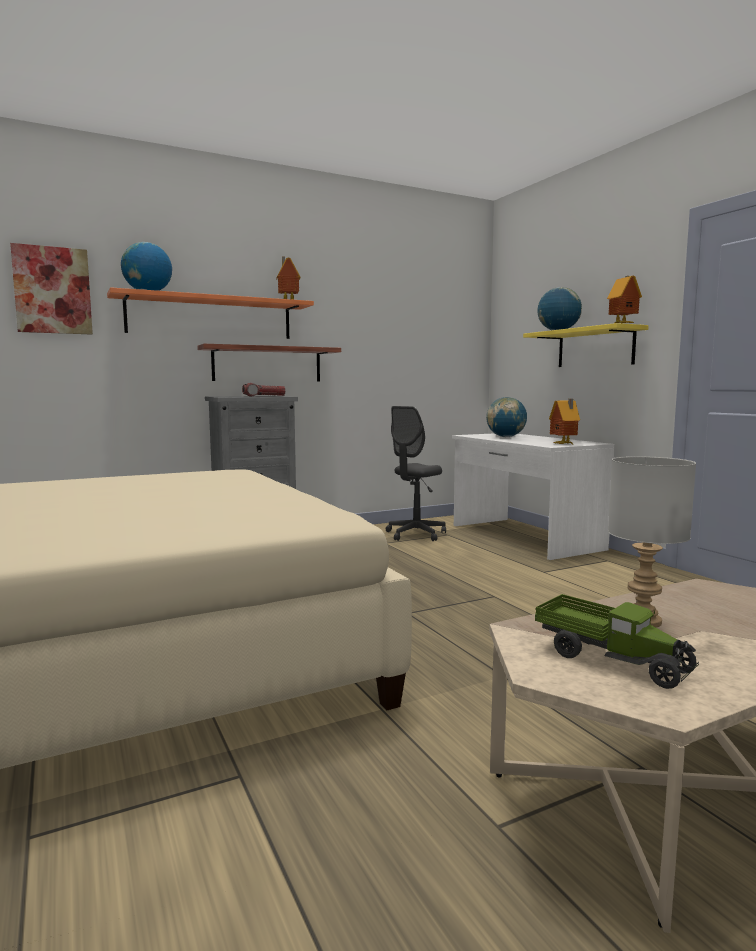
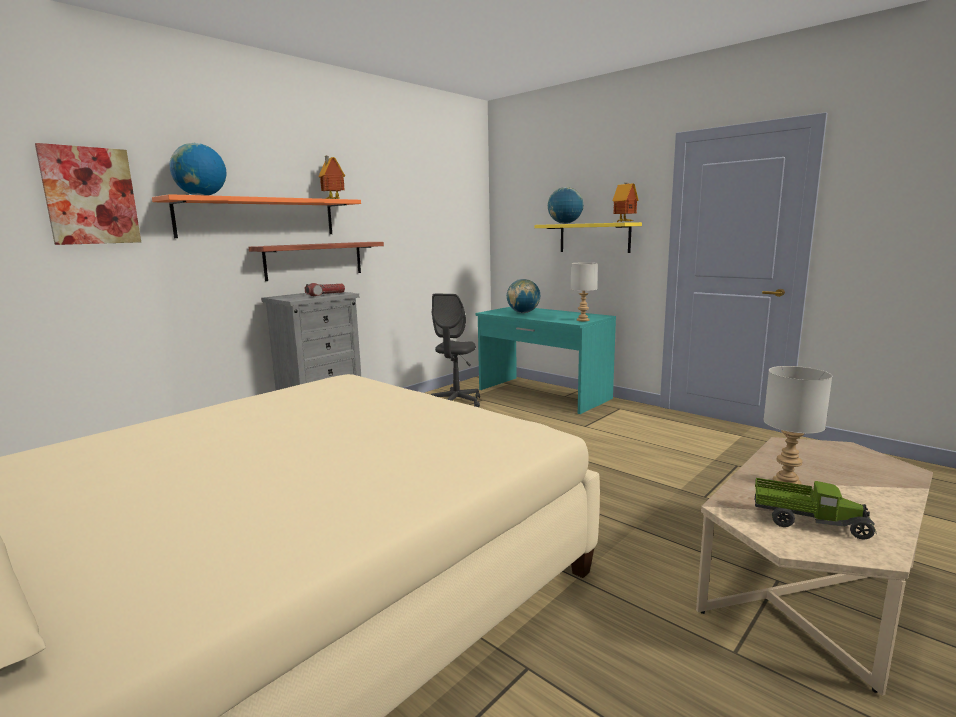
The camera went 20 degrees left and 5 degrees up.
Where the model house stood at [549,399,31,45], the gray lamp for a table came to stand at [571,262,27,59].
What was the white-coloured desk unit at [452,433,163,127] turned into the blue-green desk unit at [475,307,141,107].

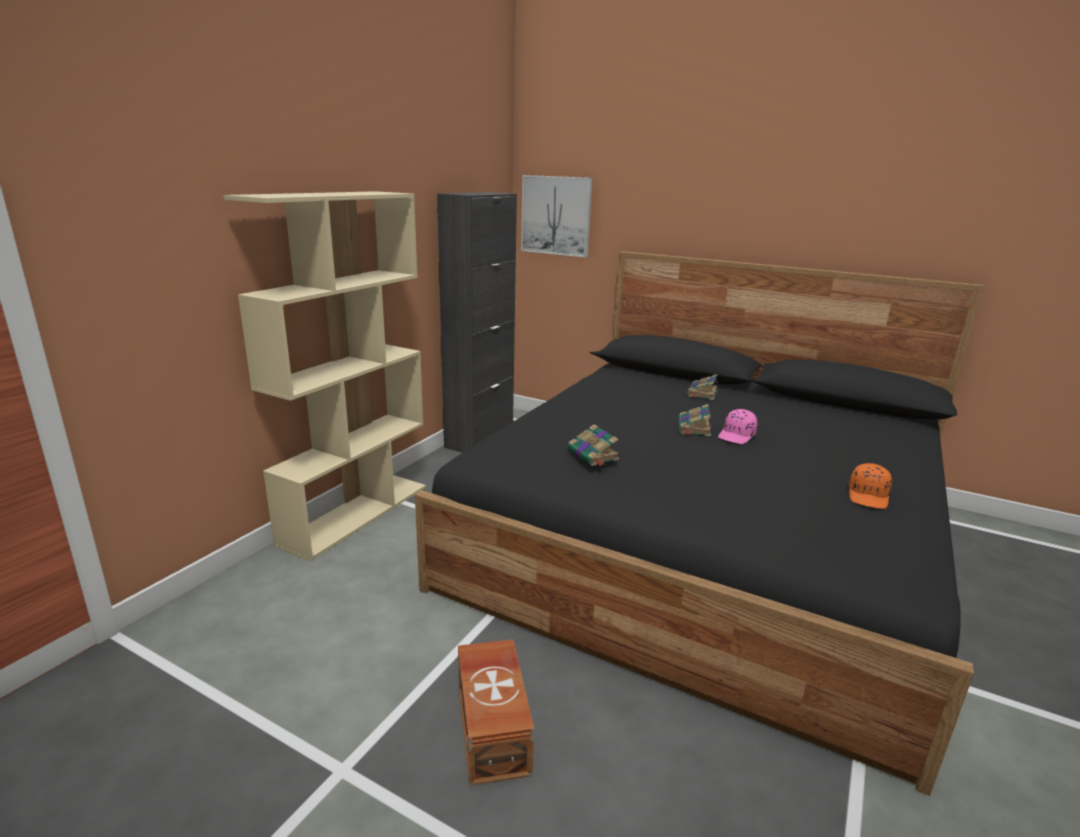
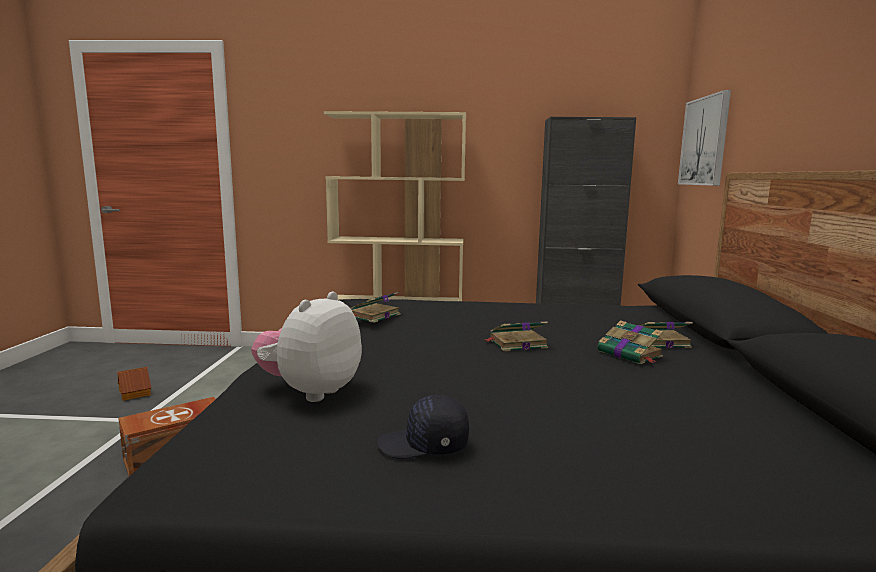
The camera went 65 degrees right and 10 degrees down.
The second view lost the pinkish peaked cap at [718,409,39,35].
What was the orangey peaked cap at [849,463,43,46] turned into the black peaked cap at [377,395,92,64].
The second view gained the cuddly toy at [251,291,111,111].
The second view gained the volume at [597,320,66,44].
The second view gained the model house at [117,367,34,34].

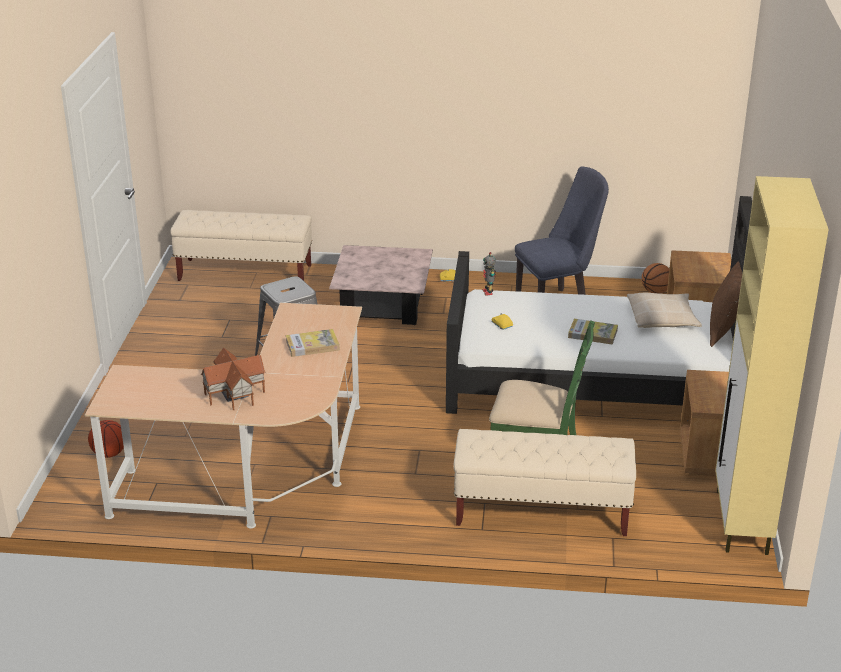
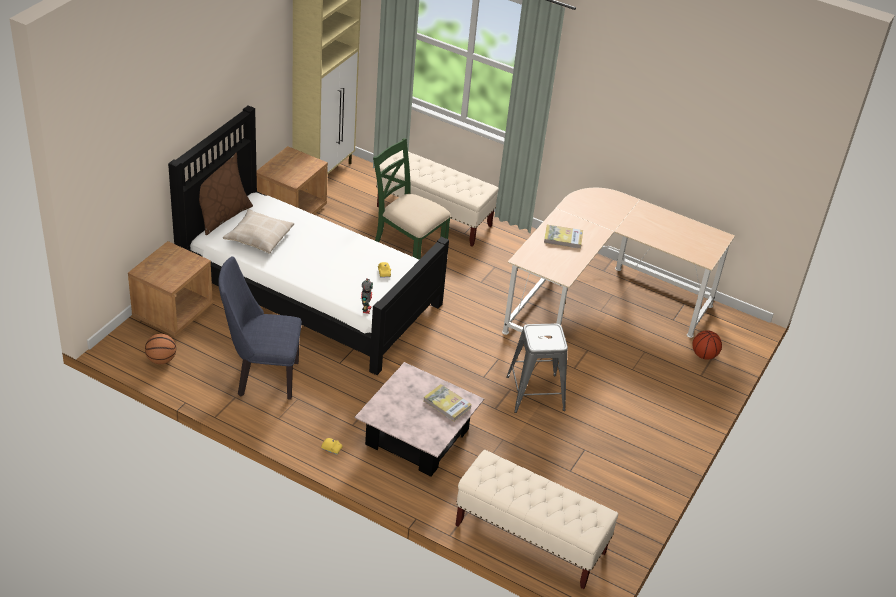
The camera went 160 degrees left and 10 degrees up.
The volume ended up elsewhere, having gone from [568,319,50,25] to [424,384,47,38].
The second view lost the model house at [201,348,65,62].

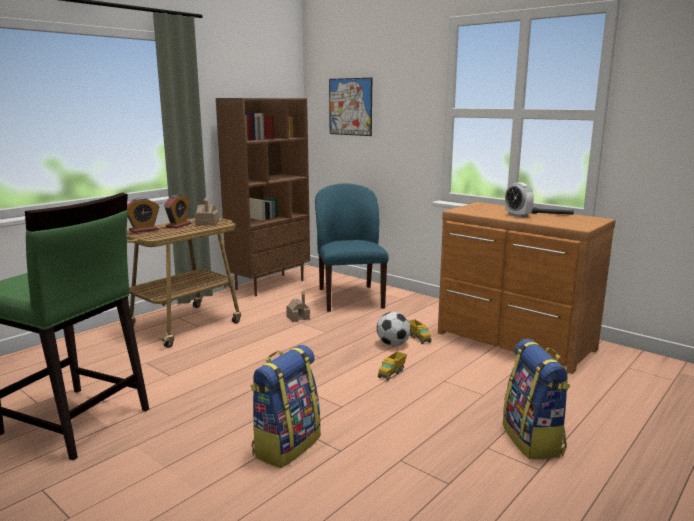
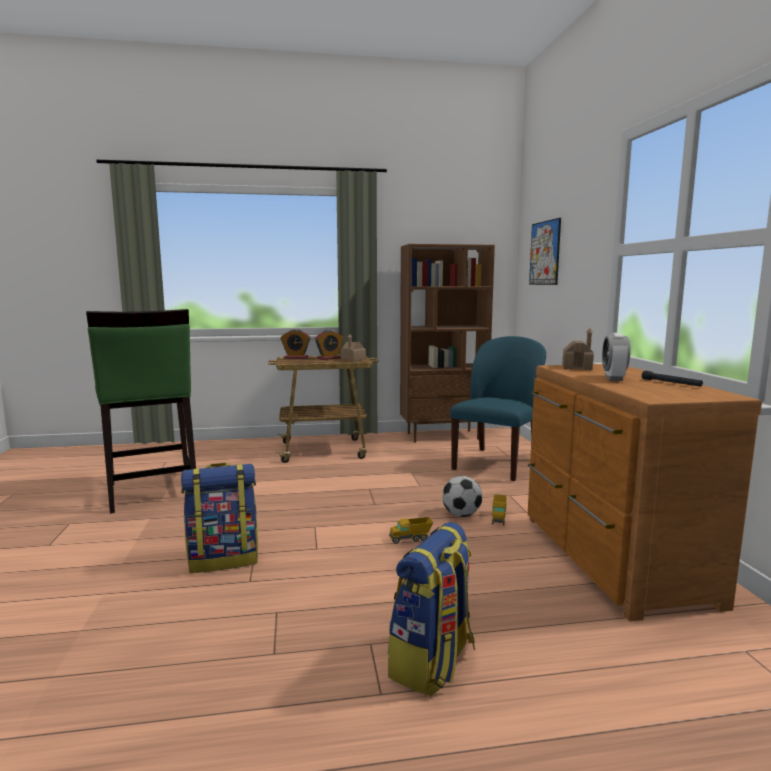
The camera went 40 degrees right and 5 degrees down.
The model house ended up elsewhere, having gone from [286,291,24,31] to [562,328,32,42].

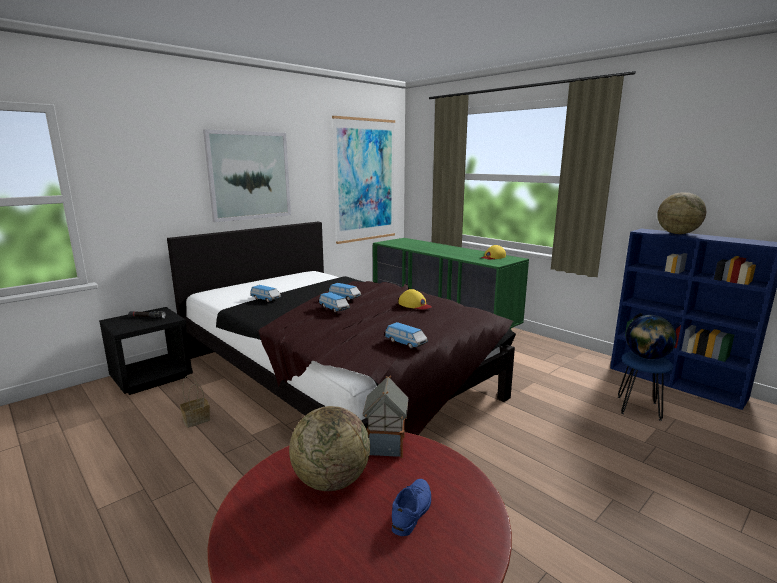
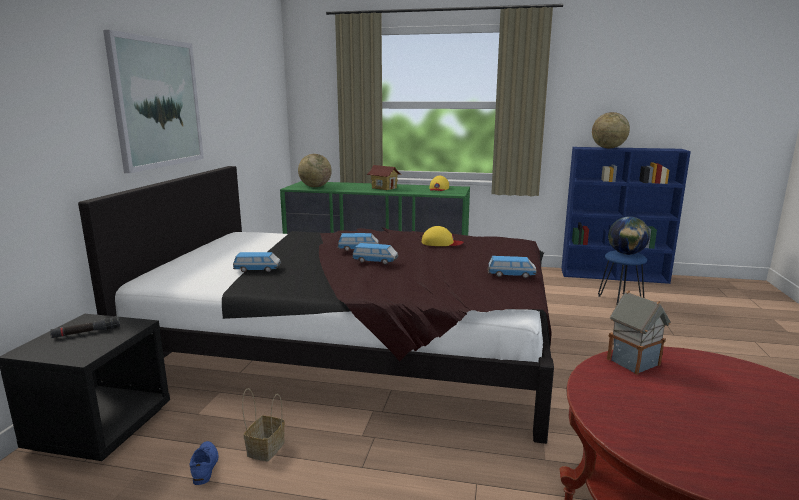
The camera went 35 degrees left and 0 degrees up.
The second view lost the wall picture at [332,116,63,128].
The world globe ended up elsewhere, having gone from [289,406,81,85] to [298,154,34,33].
The bluish item of footwear ended up elsewhere, having gone from [392,479,39,57] to [190,441,29,44].
The second view gained the model house at [367,165,34,25].

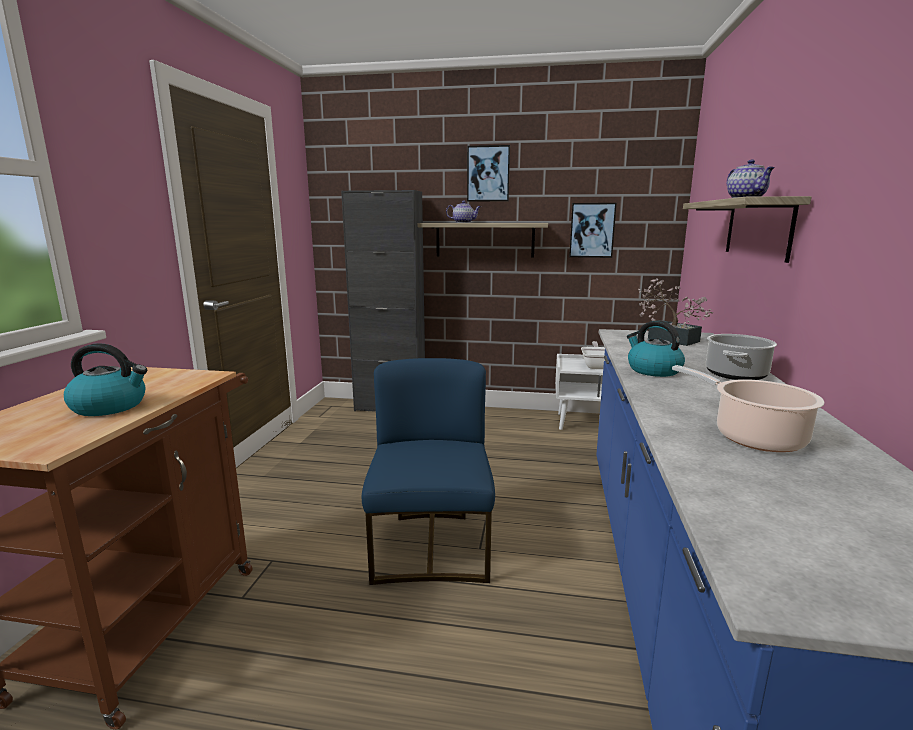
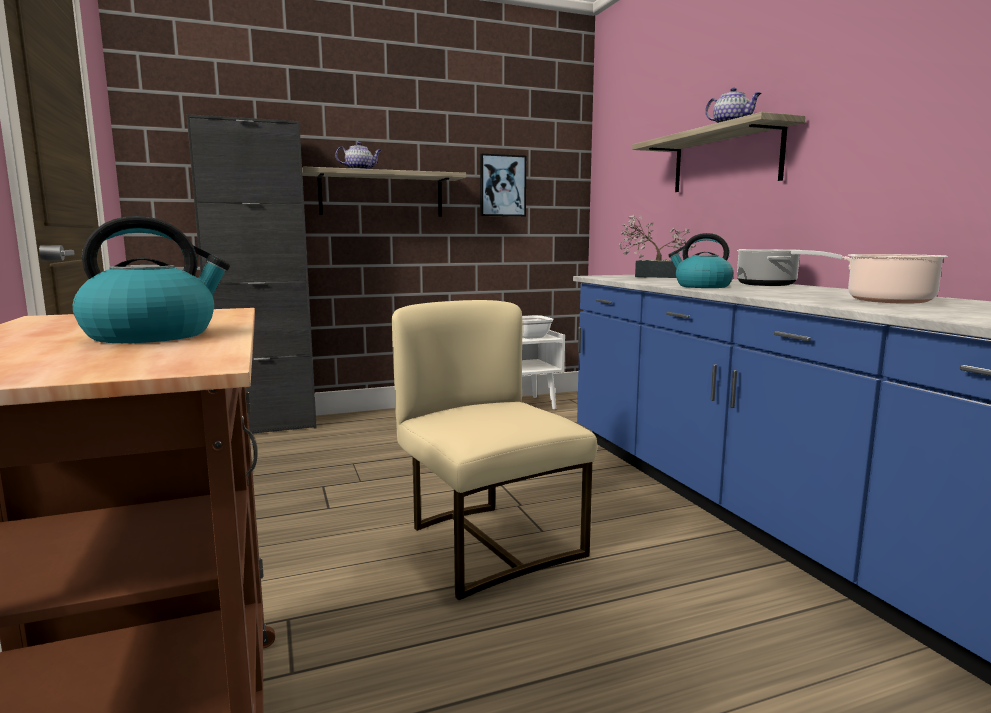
The camera went 30 degrees left and 5 degrees down.
The second view lost the wall picture at [467,145,43,57].
What was the bluish upright chair at [362,358,133,227] turned into the beige upright chair at [392,300,205,300].

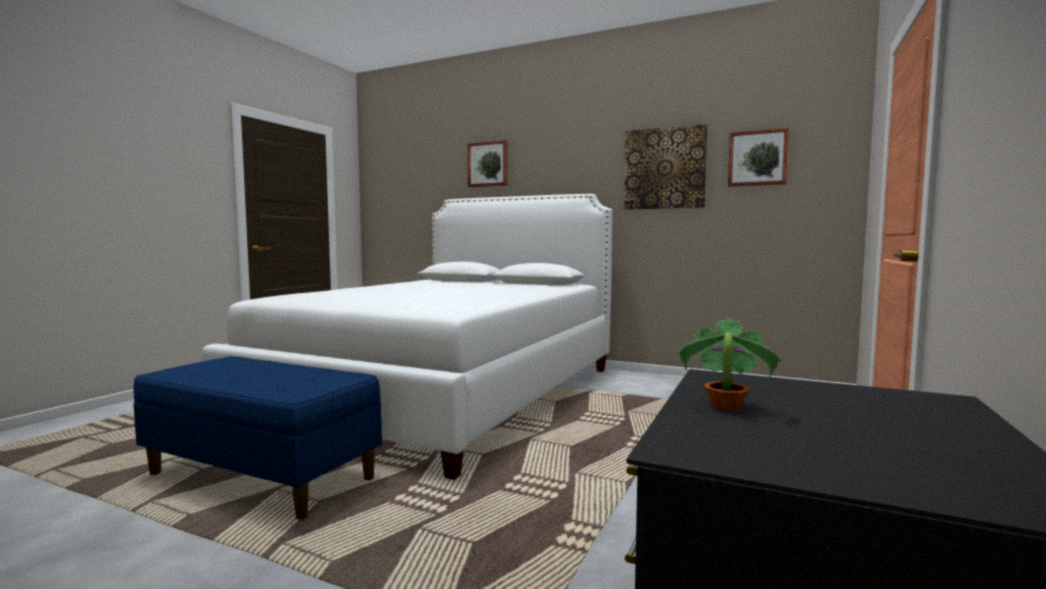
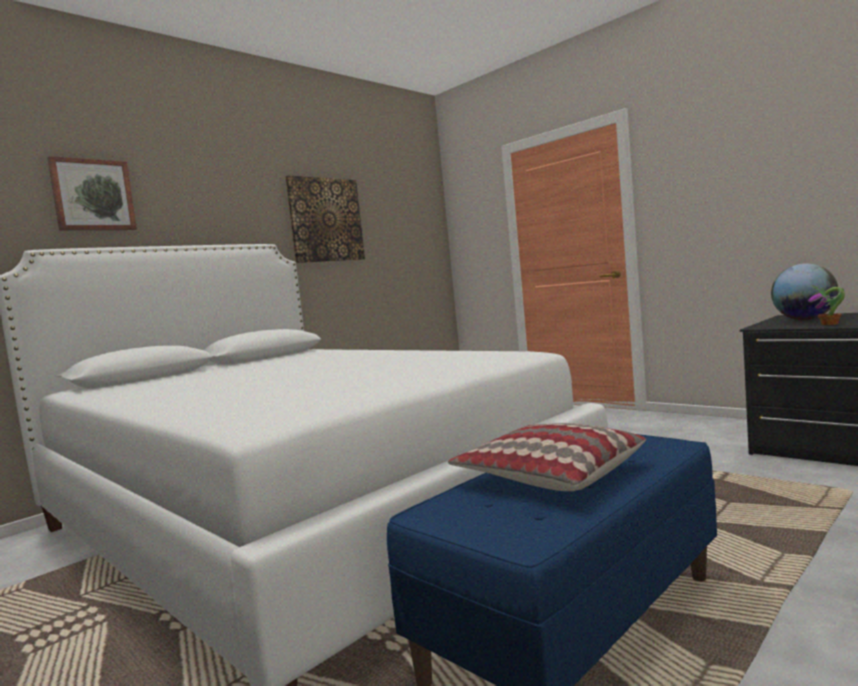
The camera went 70 degrees left and 0 degrees up.
The second view lost the wall picture at [728,128,61,59].
The second view gained the world globe at [771,263,67,57].
The second view gained the pillow at [448,423,198,68].

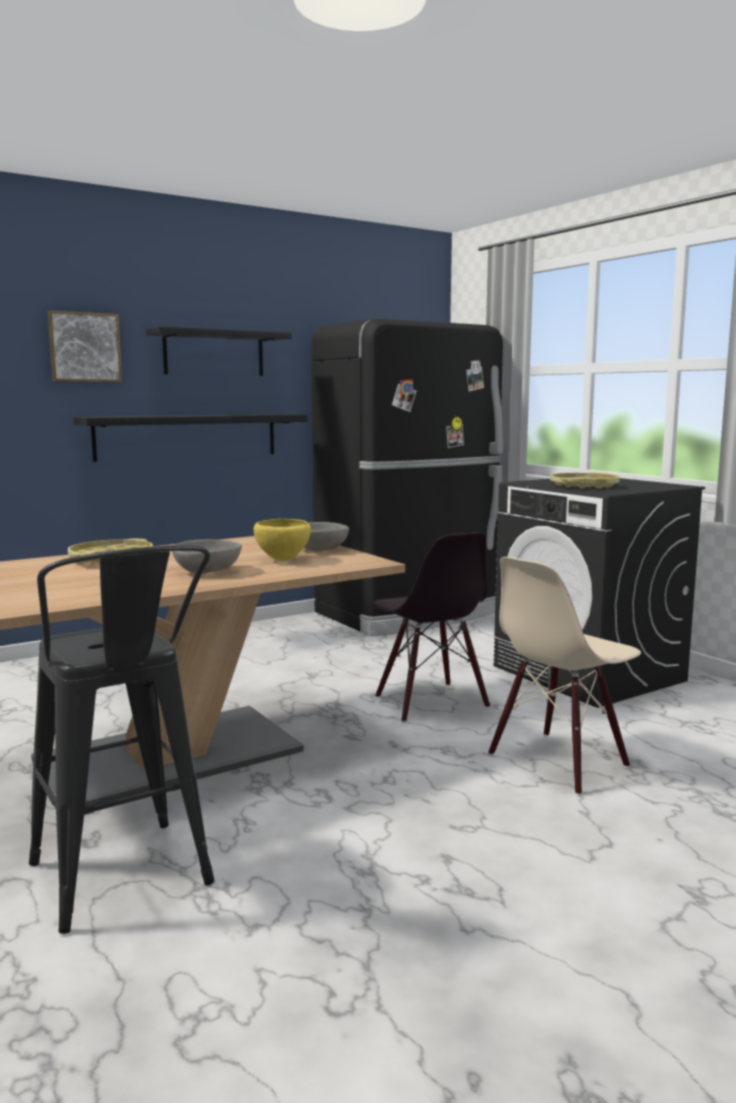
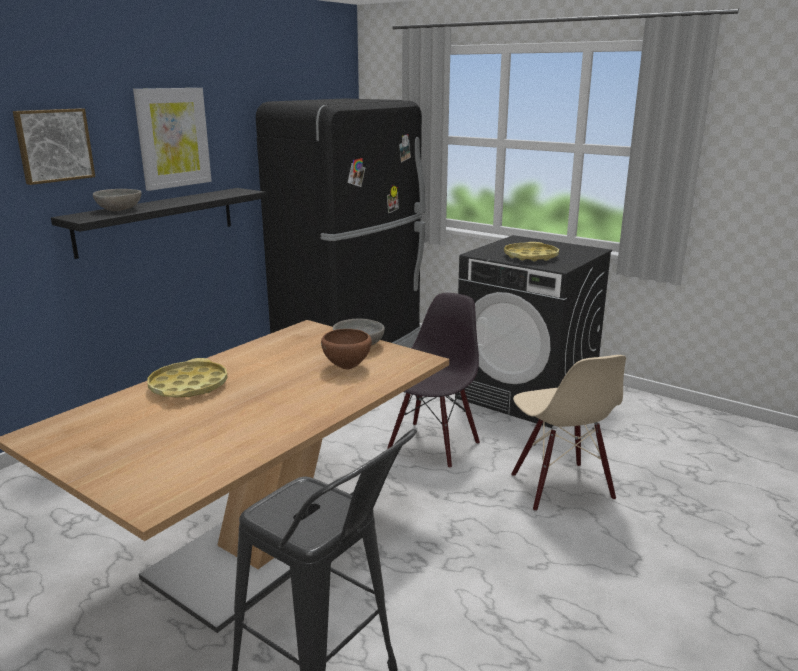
The camera went 20 degrees left and 10 degrees up.
Where the black bracket shelf hung at [146,326,146,50], the wall picture came to hang at [133,88,79,103].
What was the yellow deep dish at [253,519,58,42] turned into the brown deep dish at [321,329,51,40].
The black upright chair at [372,532,118,191] ended up facing another way, 105 degrees counterclockwise from before.
The gray deep dish ended up elsewhere, having gone from [172,539,70,35] to [93,189,49,22].
The beige upright chair at [488,557,153,239] ended up facing another way, 45 degrees counterclockwise from before.

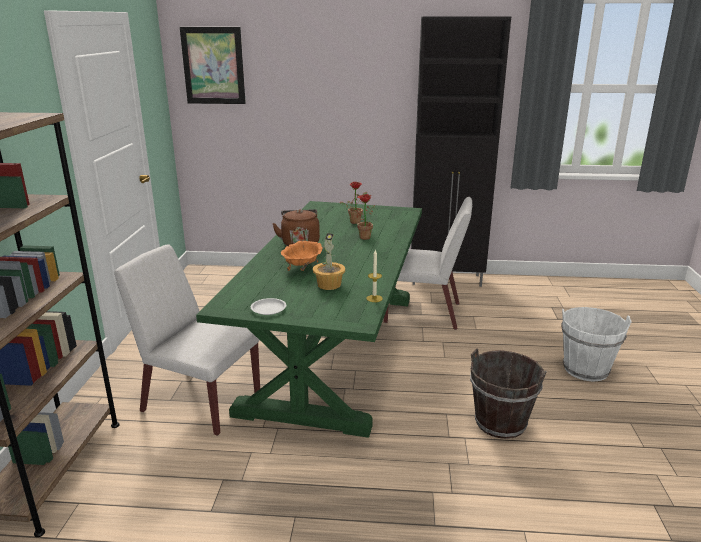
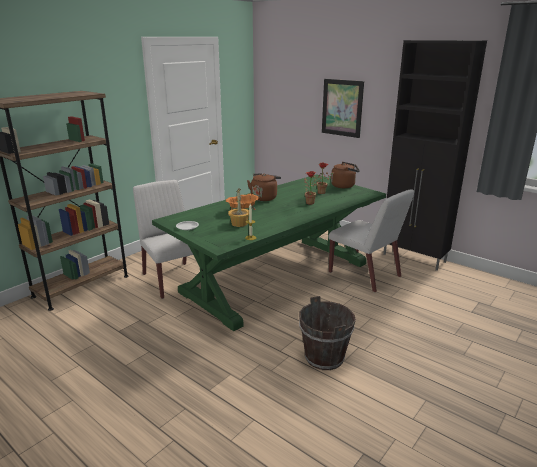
The camera went 35 degrees right and 0 degrees up.
The wall picture ended up elsewhere, having gone from [180,27,66,77] to [322,79,42,59].
The second view lost the white-coloured pail at [561,307,71,75].
The second view gained the brown water kettle at [331,162,29,26].

